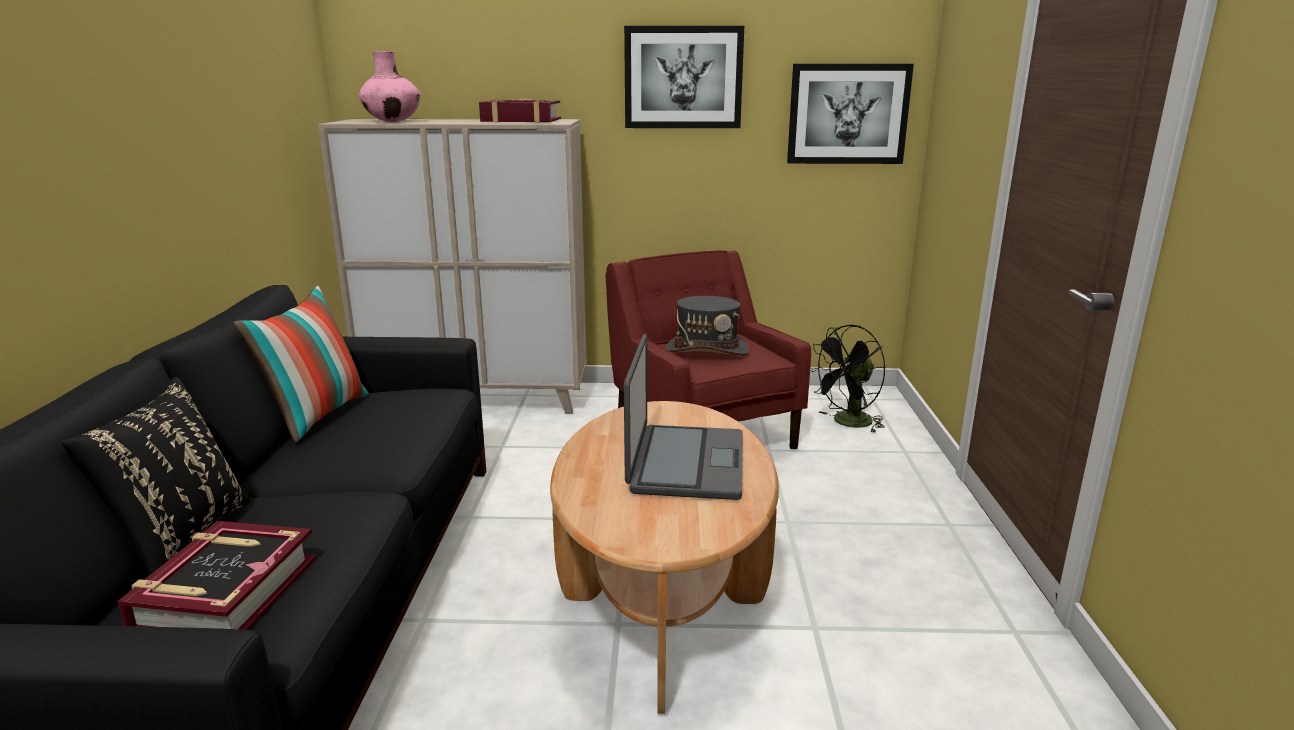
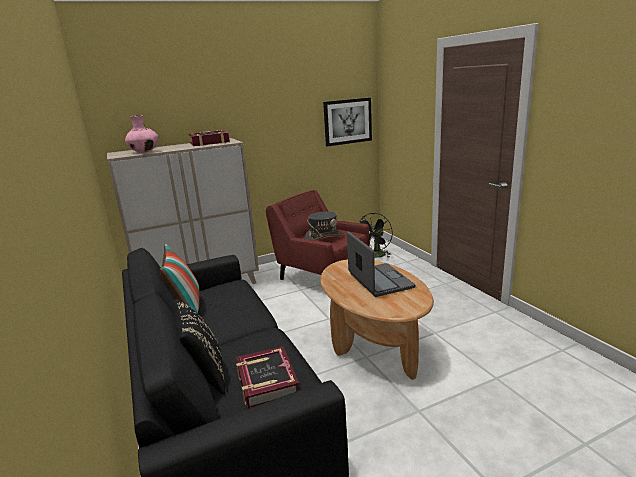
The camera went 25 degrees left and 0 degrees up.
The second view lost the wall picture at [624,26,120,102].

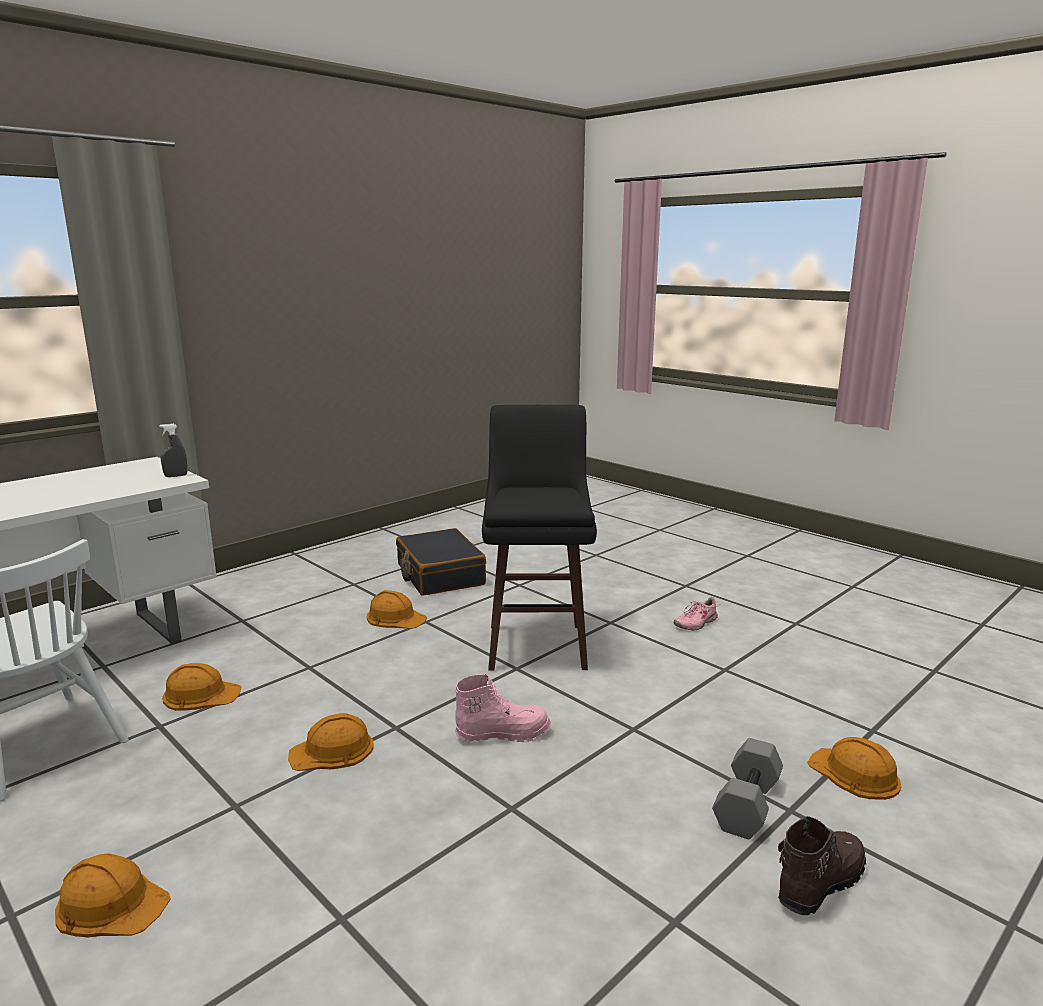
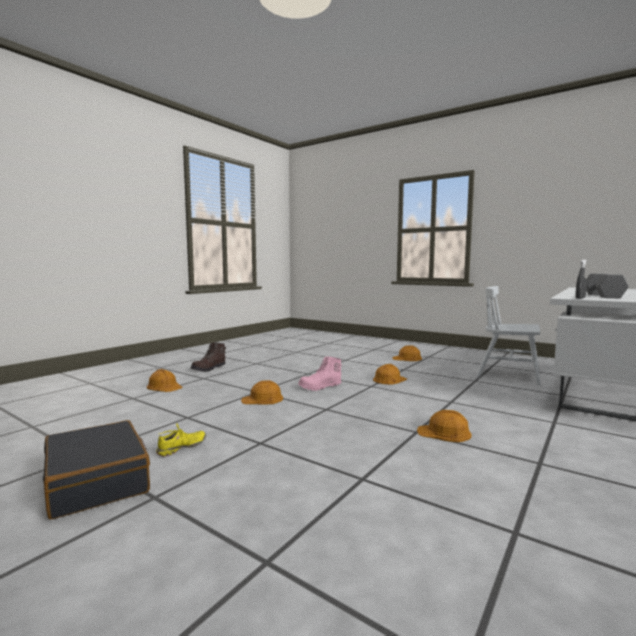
The camera went 170 degrees right and 10 degrees down.
The second view lost the black stool seat at [482,405,115,265].
The black suitcase ended up elsewhere, having gone from [396,528,90,68] to [43,420,107,100].
What was the pinkish item of footwear at [673,597,46,33] turned into the yellow item of footwear at [156,423,50,34].
The orangey work helmet ended up elsewhere, having gone from [162,663,80,48] to [241,380,42,25].
The gray free weight ended up elsewhere, having gone from [712,738,71,101] to [586,274,43,24].

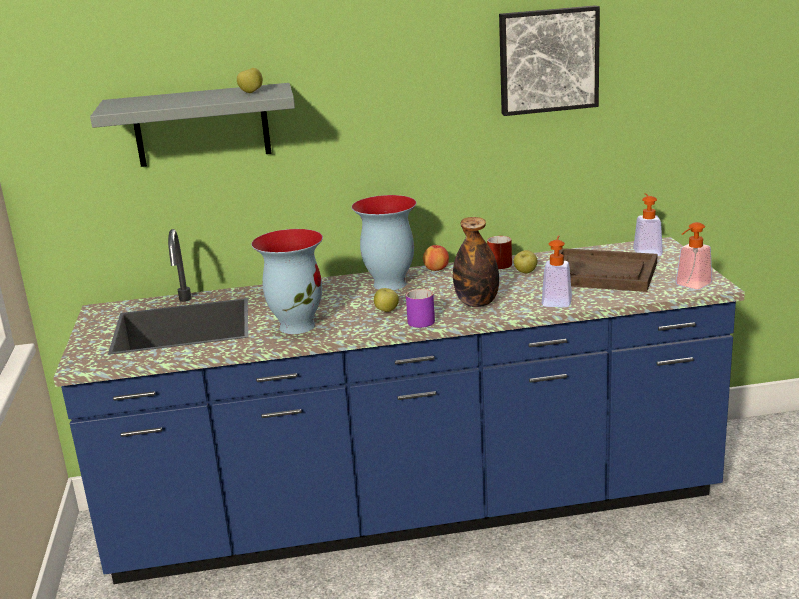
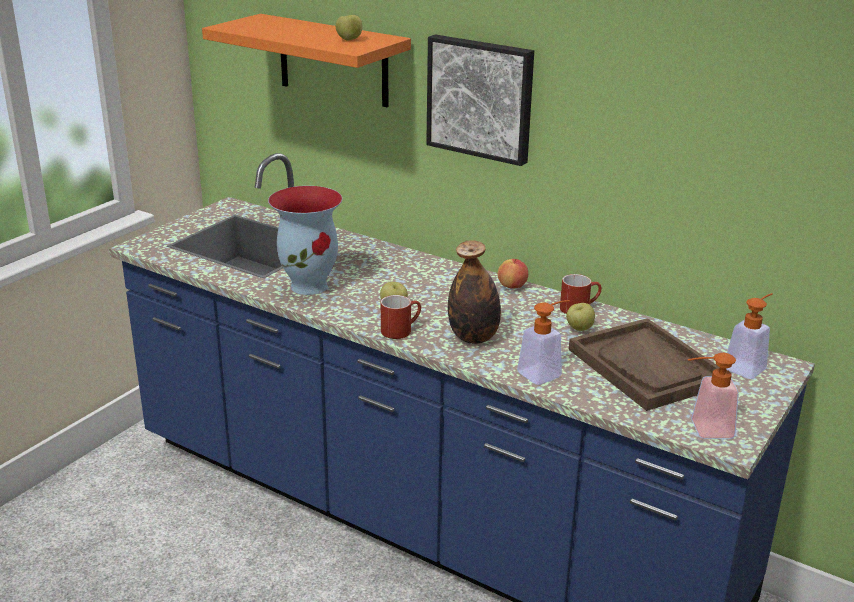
The camera went 40 degrees right and 5 degrees up.
The wall picture ended up elsewhere, having gone from [499,5,101,111] to [426,35,108,131].
What was the gray bracket shelf at [90,83,205,84] turned into the orangey bracket shelf at [202,14,209,93].
The second view lost the decorative vase at [351,195,66,95].
What was the purple-coloured mug at [406,289,29,39] turned into the red-coloured mug at [381,295,40,44].

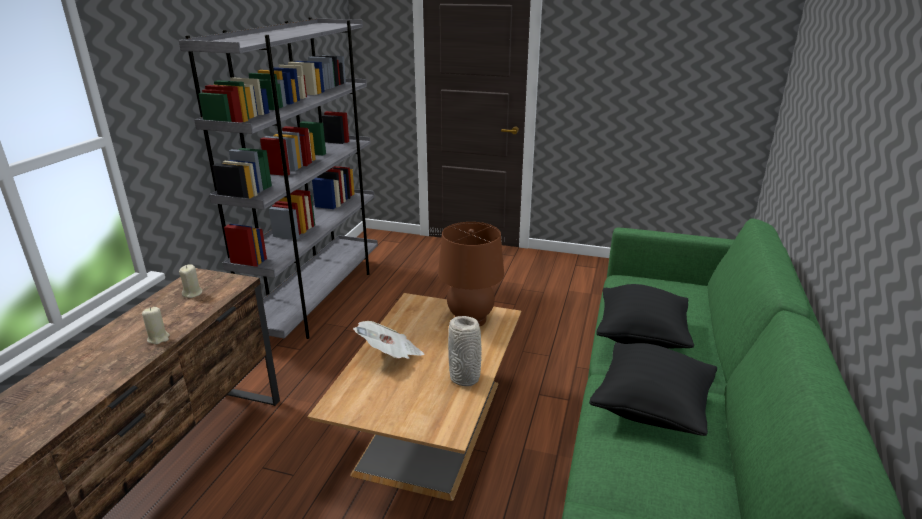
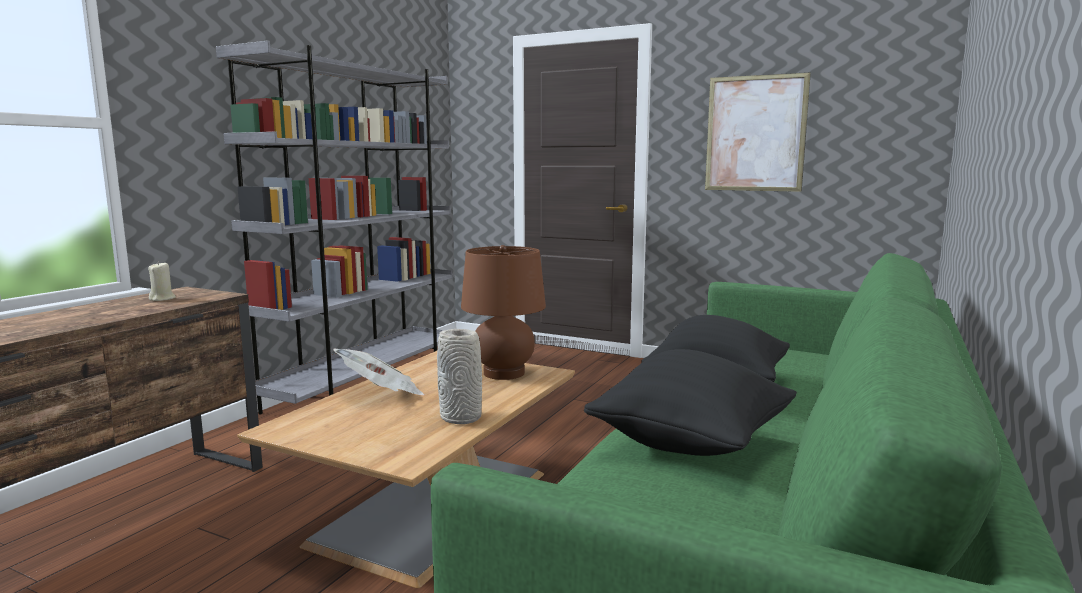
The camera went 10 degrees right and 15 degrees down.
The second view lost the beige wax light at [142,307,28,37].
The second view gained the wall picture at [705,72,106,120].

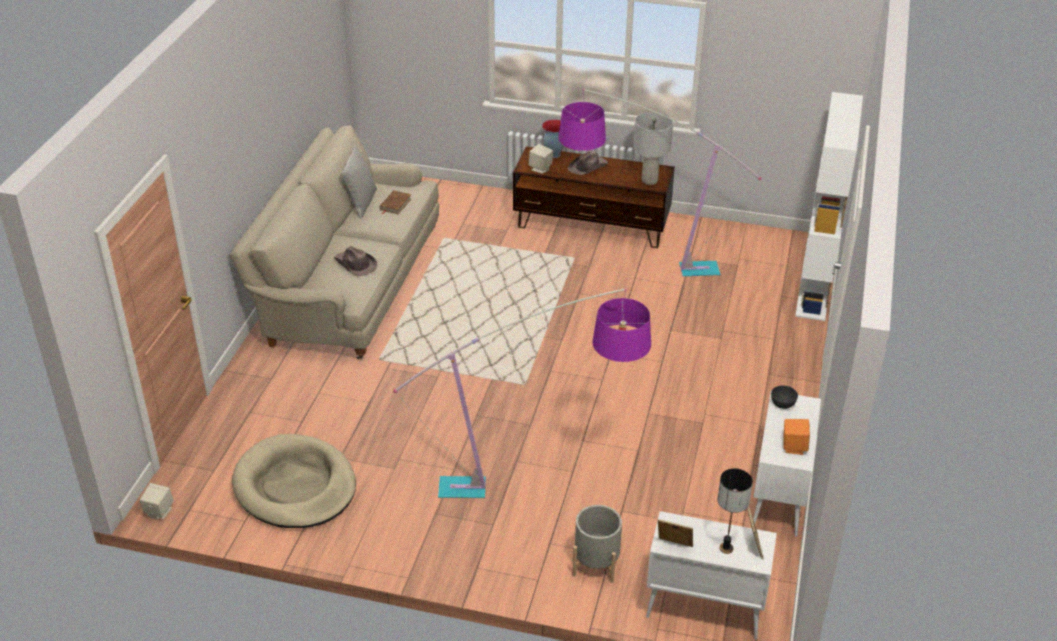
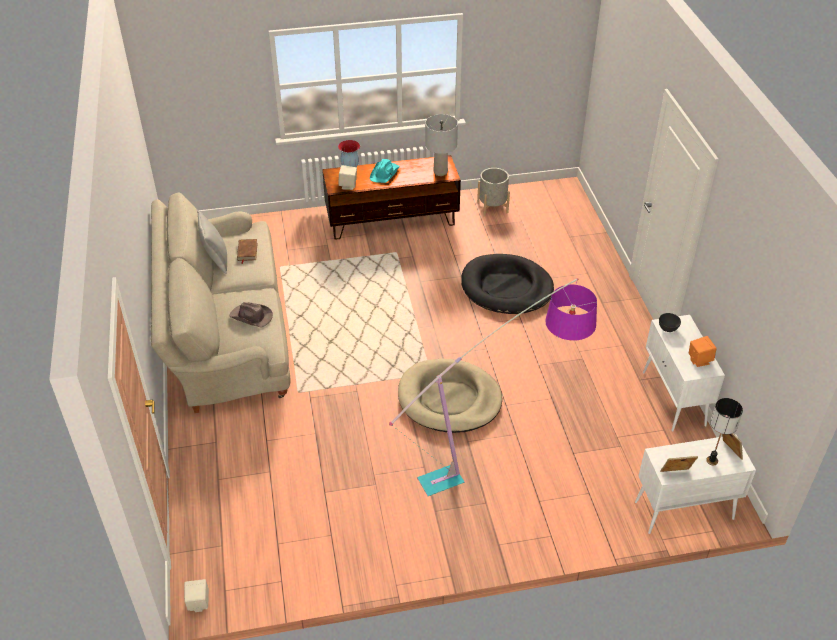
The camera went 25 degrees left and 5 degrees up.
The second view lost the standard lamp at [559,89,202,187].
The second view lost the white-coloured bookshelf at [795,92,68,229].
What was the brown wearable hat at [568,150,40,25] turned into the blue-green wearable hat at [370,159,30,24].
The beige dog cushion ended up elsewhere, having gone from [232,434,124,94] to [398,359,104,74].
The gray plant pot ended up elsewhere, having gone from [572,505,50,78] to [477,168,33,49].
The second view gained the black dog cushion at [461,254,93,60].

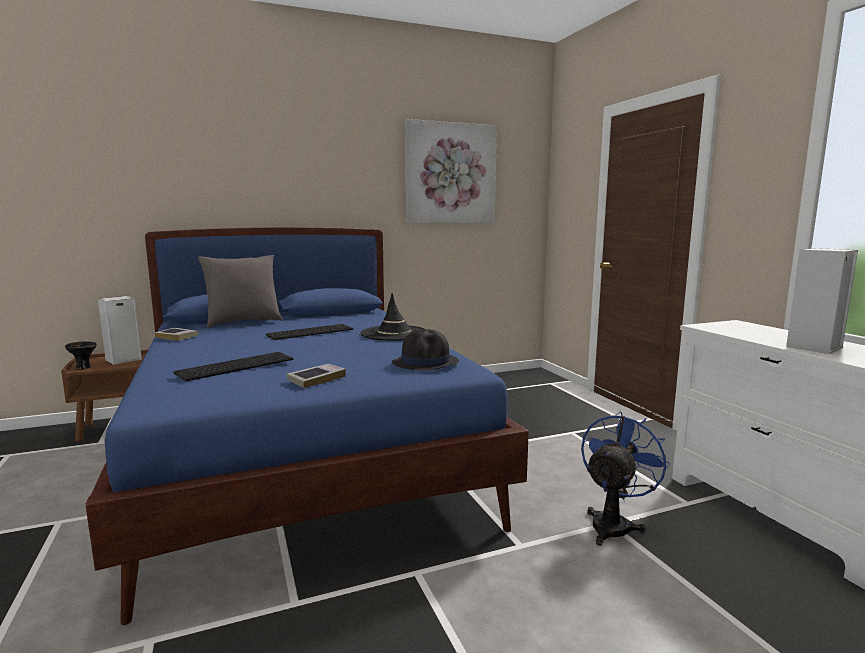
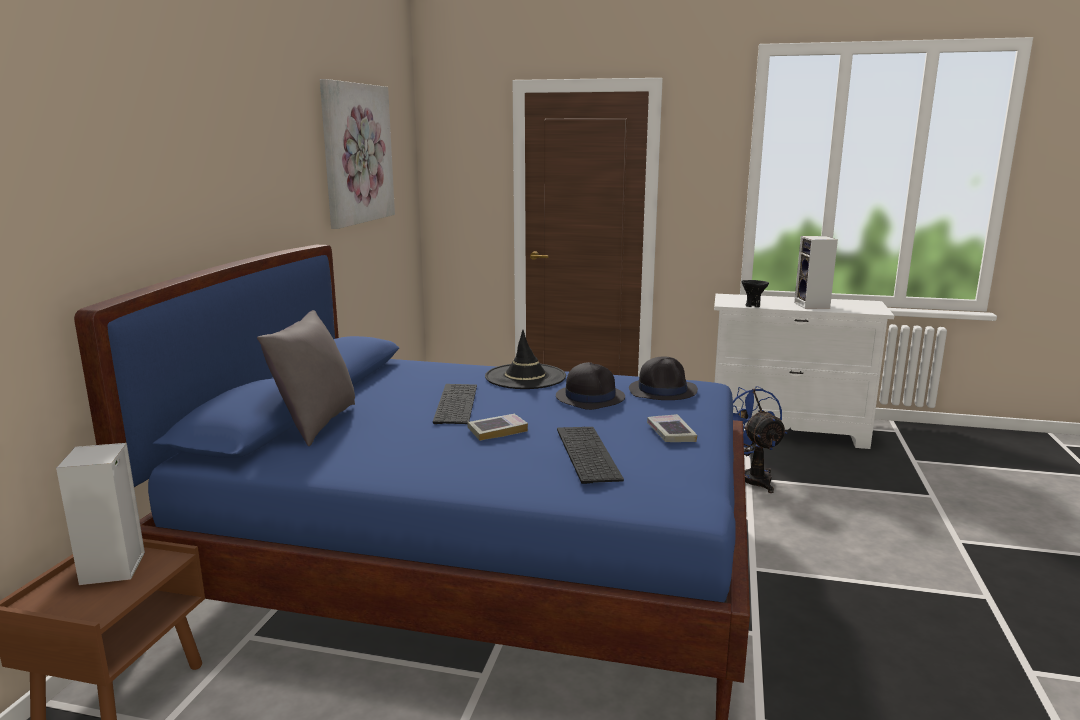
The camera went 55 degrees left and 5 degrees up.
The volume ended up elsewhere, having gone from [155,328,44,13] to [467,414,61,27].
The black deep dish ended up elsewhere, having gone from [65,341,32,28] to [741,280,28,27].
The second view gained the black wearable hat at [556,362,69,48].

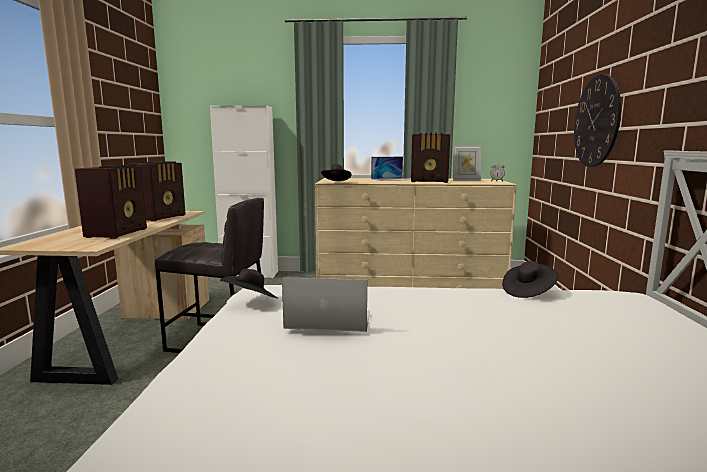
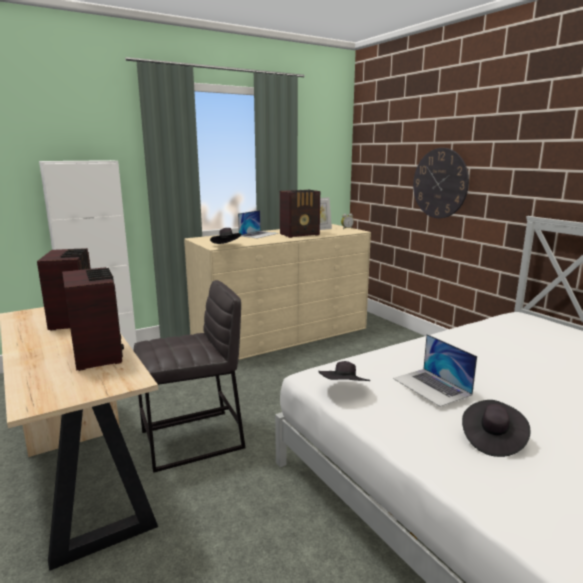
The camera went 35 degrees left and 5 degrees up.
The black wearable hat ended up elsewhere, having gone from [502,261,57,37] to [462,400,68,57].
The laptop at [282,277,88,55] ended up facing another way, 90 degrees counterclockwise from before.

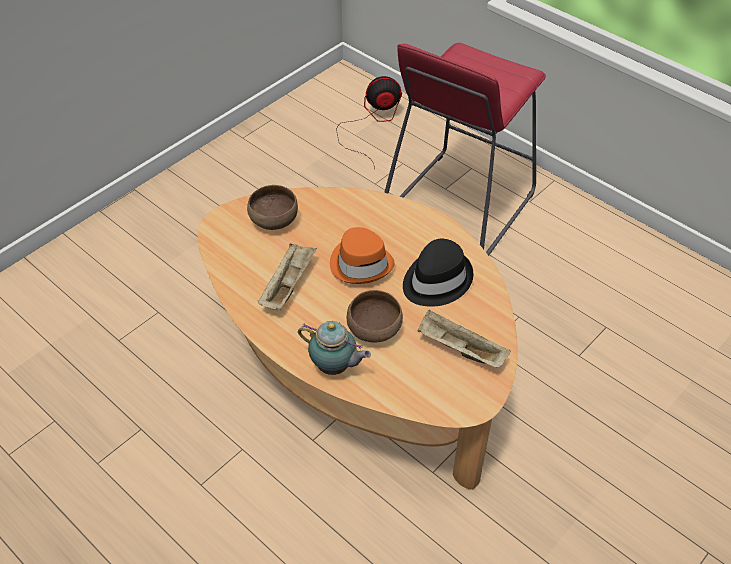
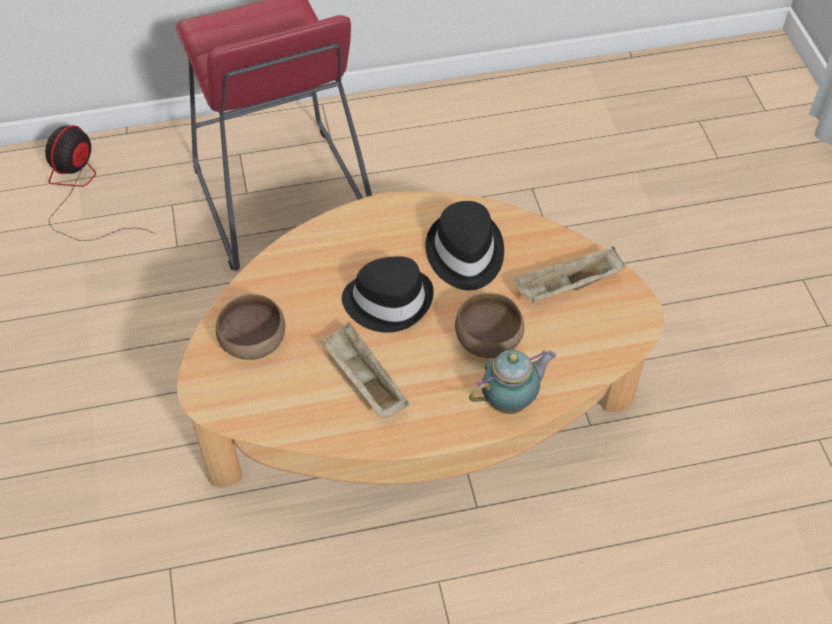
The camera went 55 degrees left and 5 degrees up.
What was the orangey wearable hat at [330,227,65,57] turned into the black wearable hat at [342,256,92,77].

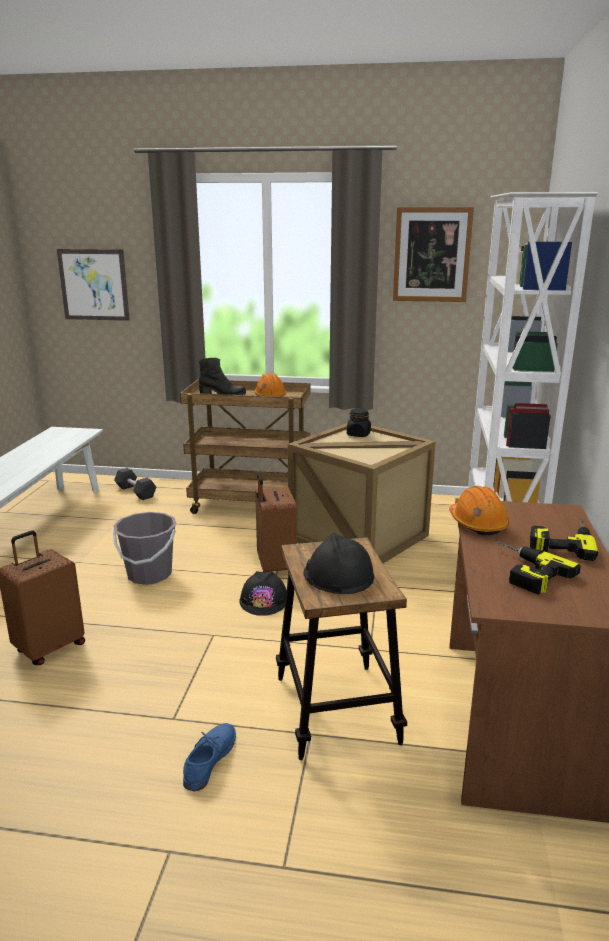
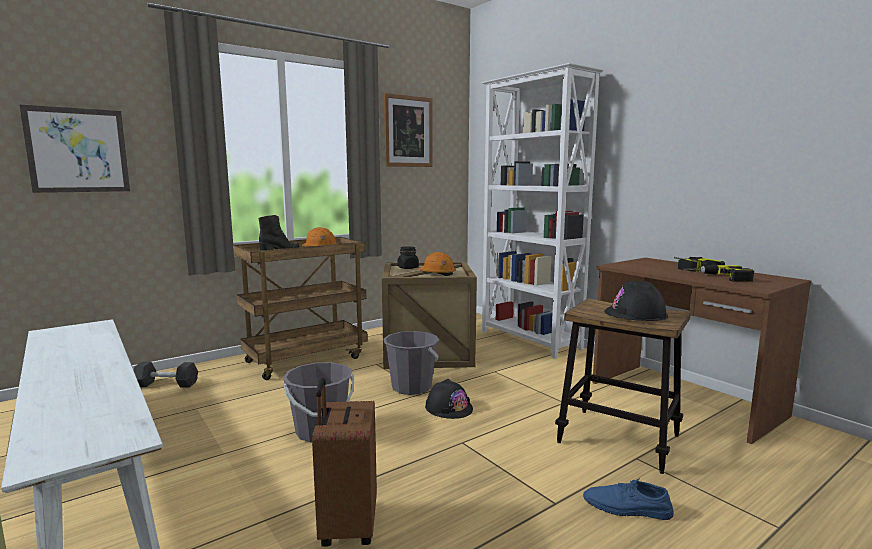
The camera went 45 degrees left and 10 degrees down.
Where the brown suitcase stood at [255,473,42,100], the gray pail came to stand at [383,331,56,64].
The orangey work helmet ended up elsewhere, having gone from [449,486,60,49] to [418,252,38,24].
The bluish item of footwear at [183,723,53,68] ended up facing another way, 45 degrees counterclockwise from before.

